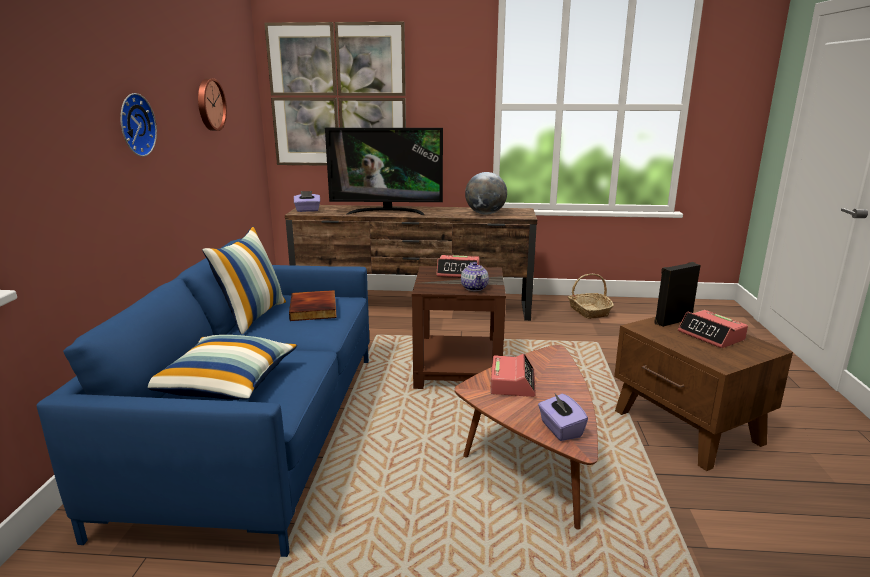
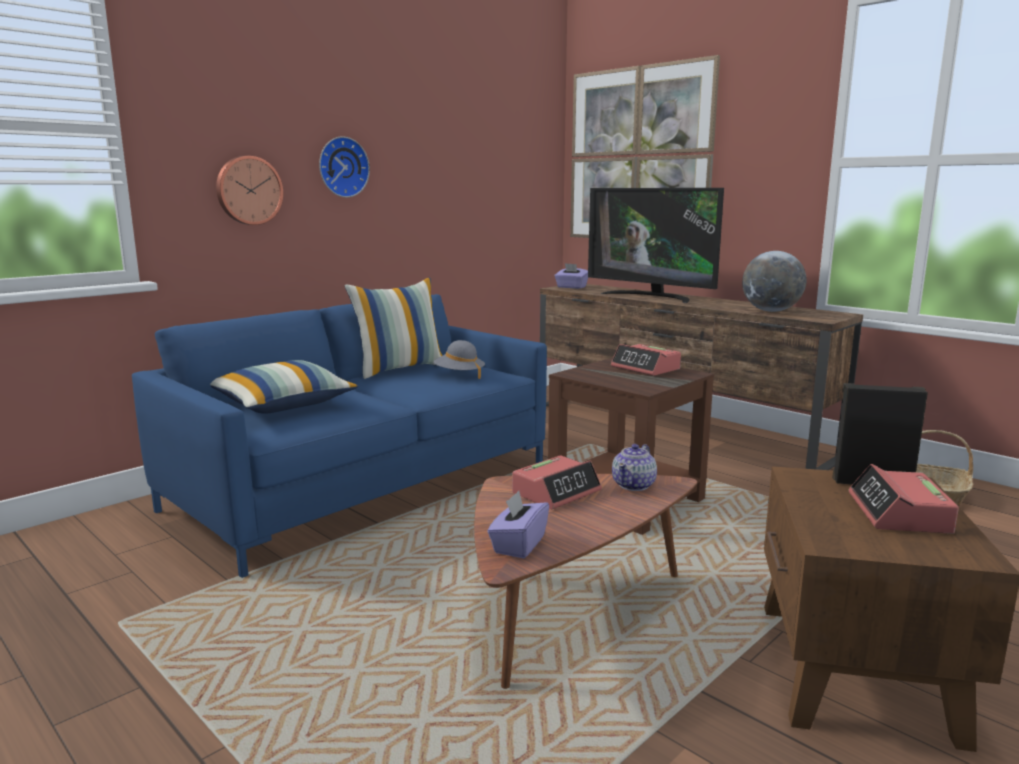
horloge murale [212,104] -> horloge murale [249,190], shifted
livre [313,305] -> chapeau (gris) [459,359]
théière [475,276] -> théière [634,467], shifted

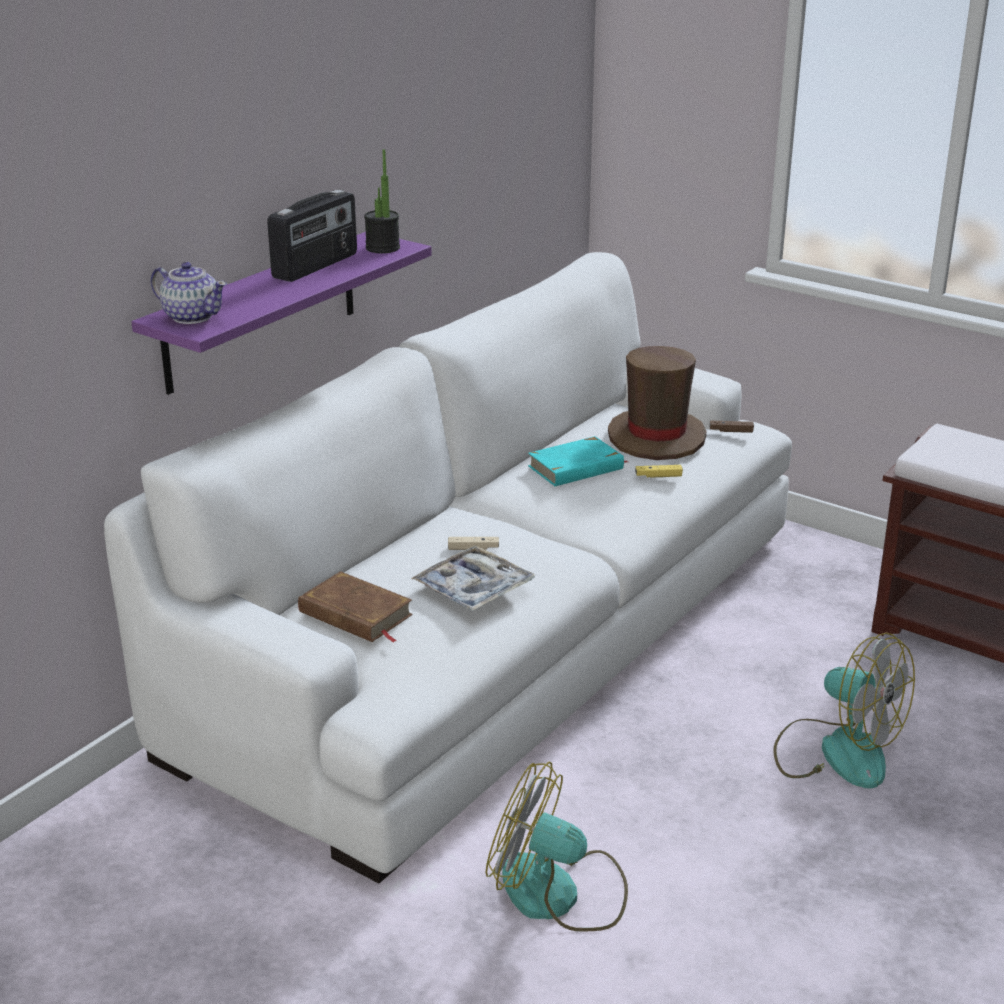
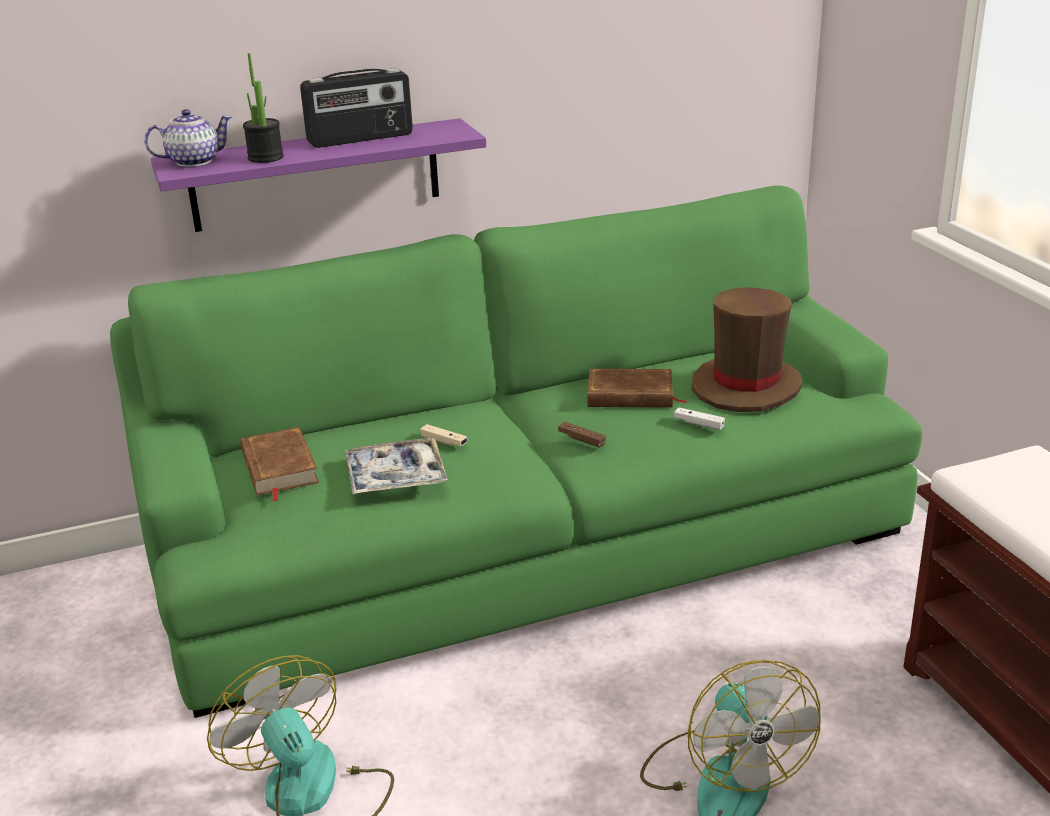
canapé (blanc) [448,567] -> canapé (vert) [516,451]
théière [189,293] -> théière [188,138], 90 degrees counterclockwise
plante en pot [382,201] -> plante en pot [263,108], shifted
livre (turquoise) [578,461] -> livre (marron) [637,388]
manette (jaune) [659,471] -> manette (blanc) [699,418]
manette (marron) [731,427] -> manette (marron) [582,434], shifted

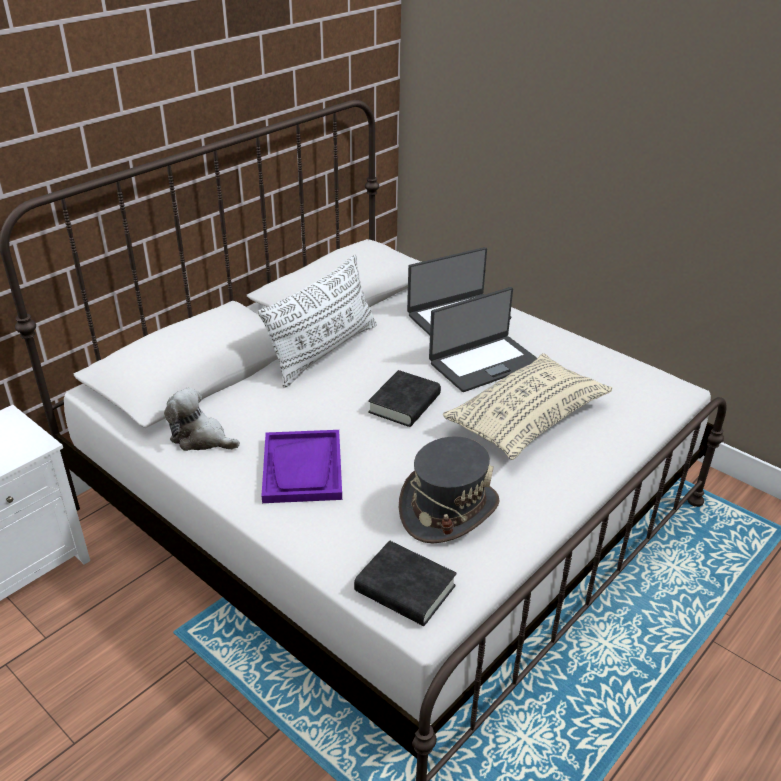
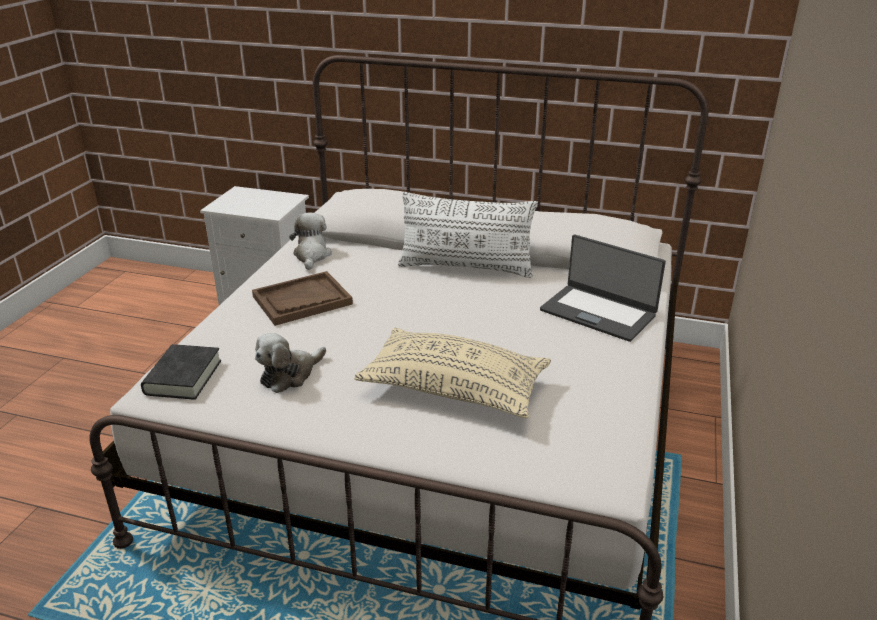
plateau (violet) [301,466] -> plateau (marron) [302,298]
livre (noir) [404,398] -> none
chapeau (gris) [449,489] -> peluche [290,363]
ordinateur portable [483,339] -> none

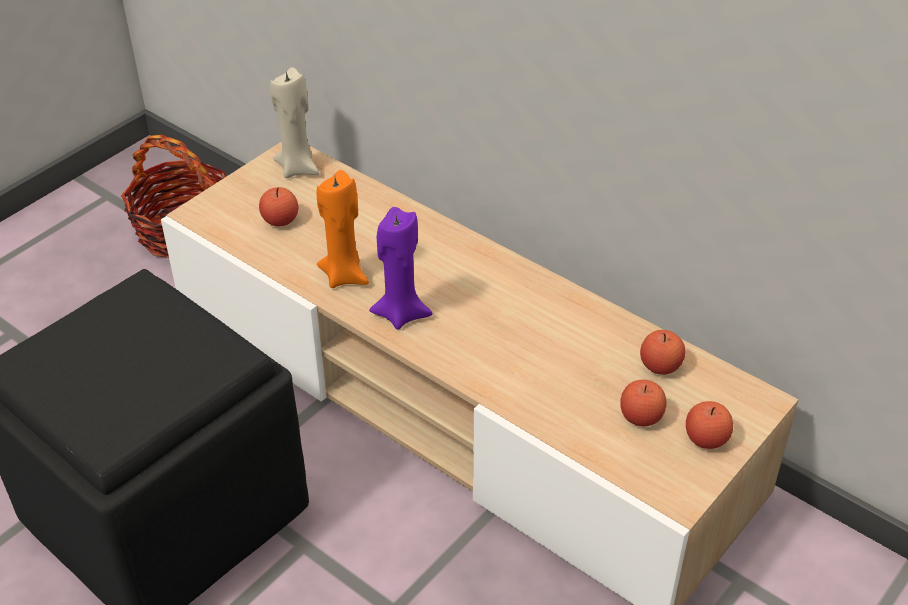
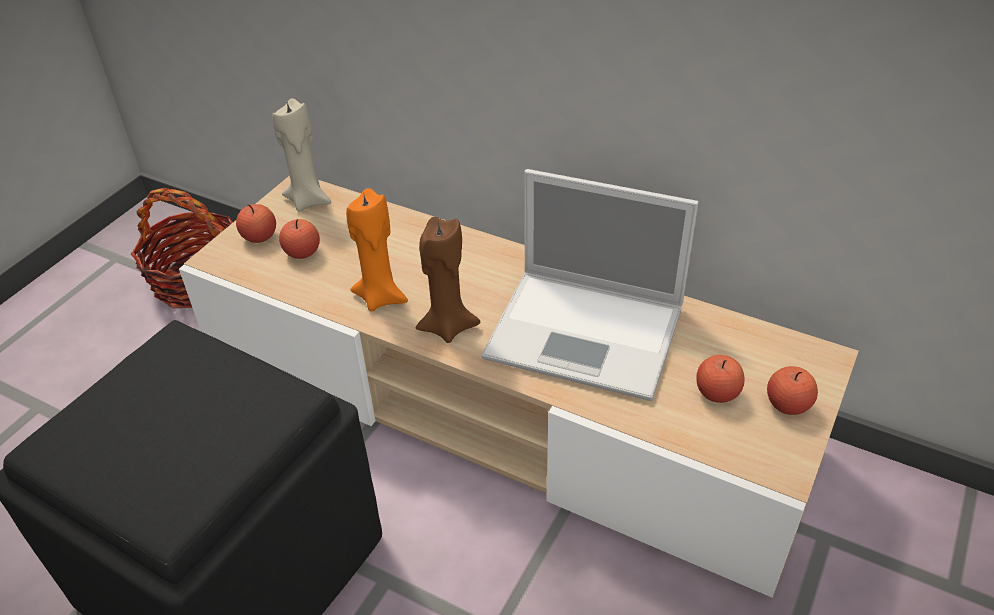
bougie (violet) [401,268] -> bougie (marron) [448,280]
pomme [662,352] -> pomme [256,223], shifted
none -> ordinateur portable [590,285]

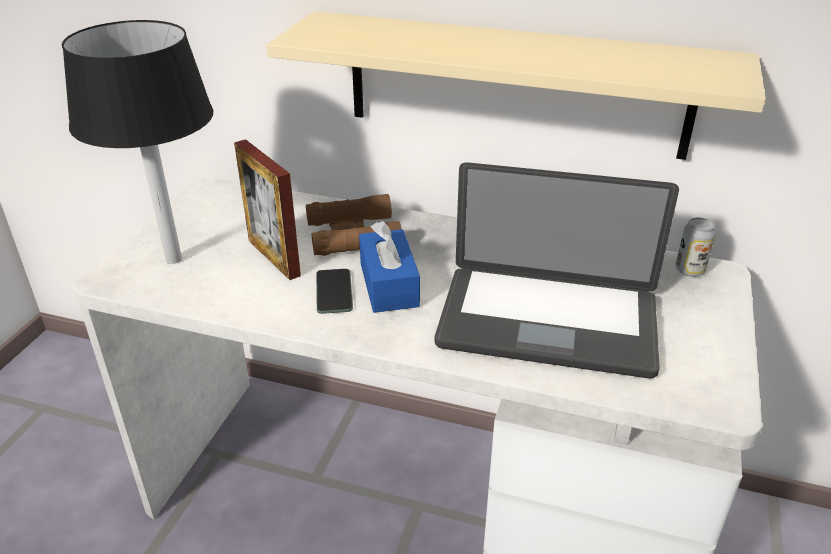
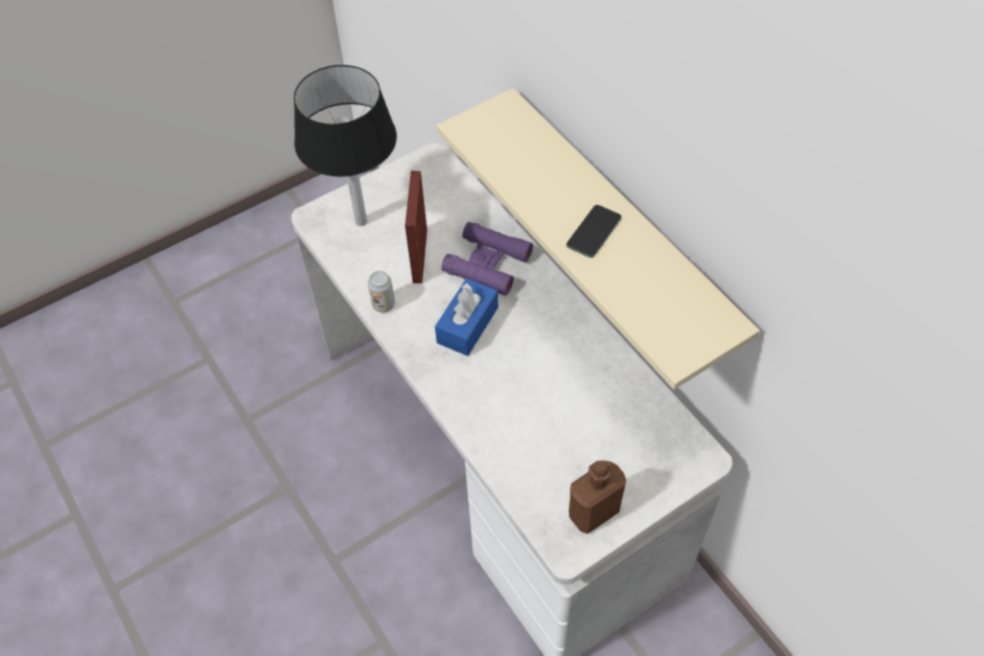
jumelles (marron) [353,225] -> jumelles (violet) [487,259]
téléphone [334,291] -> téléphone [594,231], shifted
ordinateur portable [556,270] -> none
boîte métallique [695,247] -> boîte métallique [381,292], shifted
none -> bouteille (marron) [597,497]

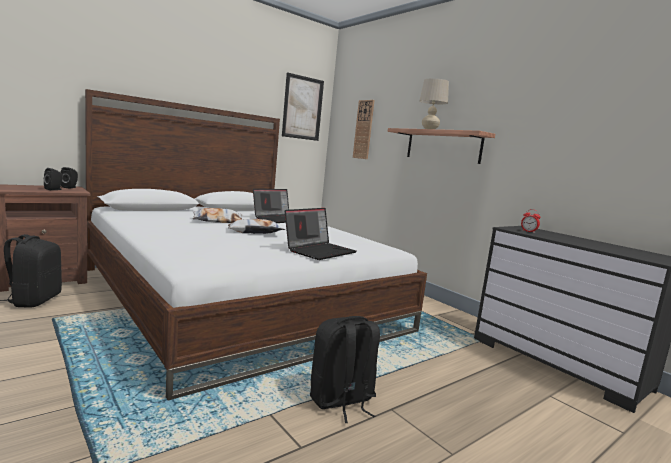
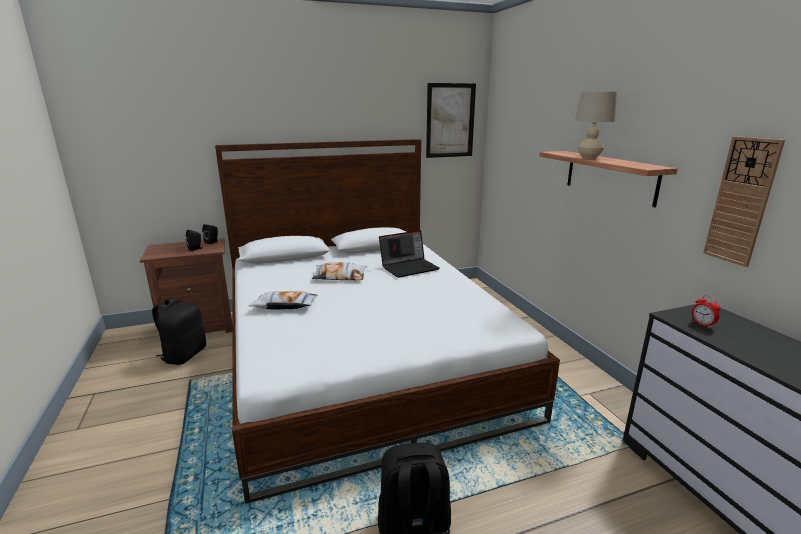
coussin [256,226] -> coussin [283,300], shifted
ordinateur portable [321,234] -> none
horloge murale [363,129] -> horloge murale [744,201], shifted

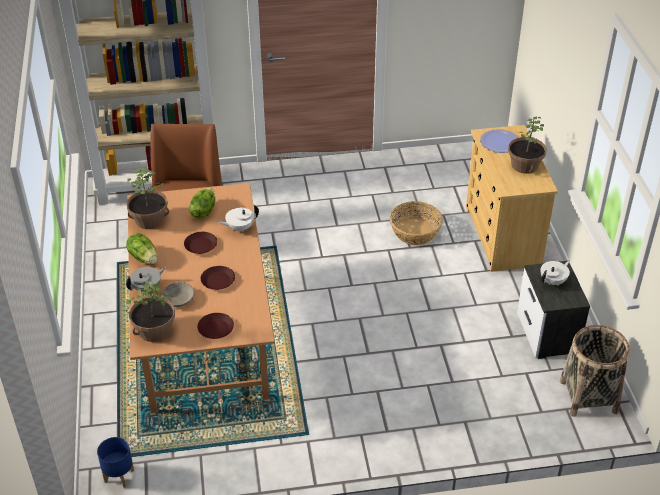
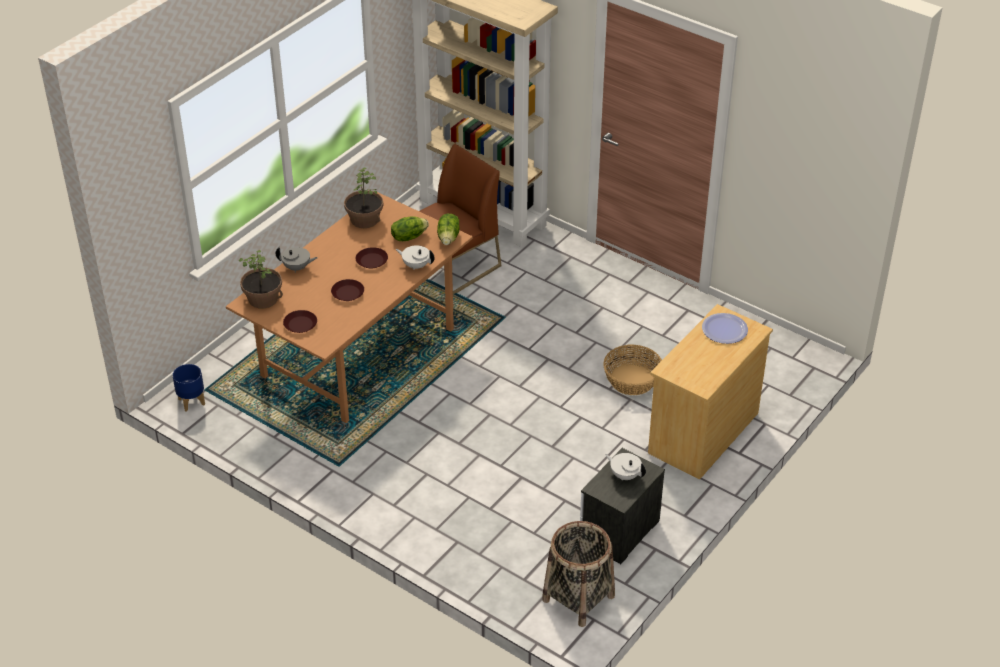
laitue [141,248] -> laitue [448,229], shifted
bol (gris) [178,294] -> none
plante en pot [527,145] -> none
théière (blanc) [555,273] -> théière (blanc) [625,466], 150 degrees counterclockwise

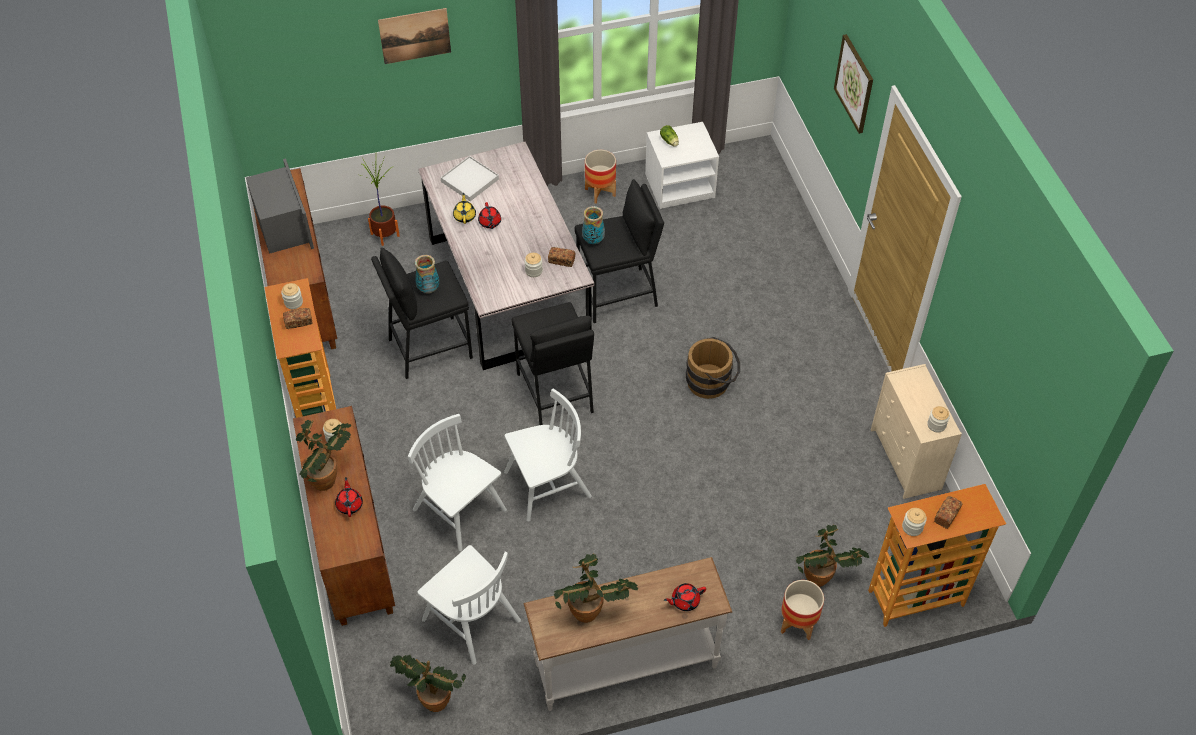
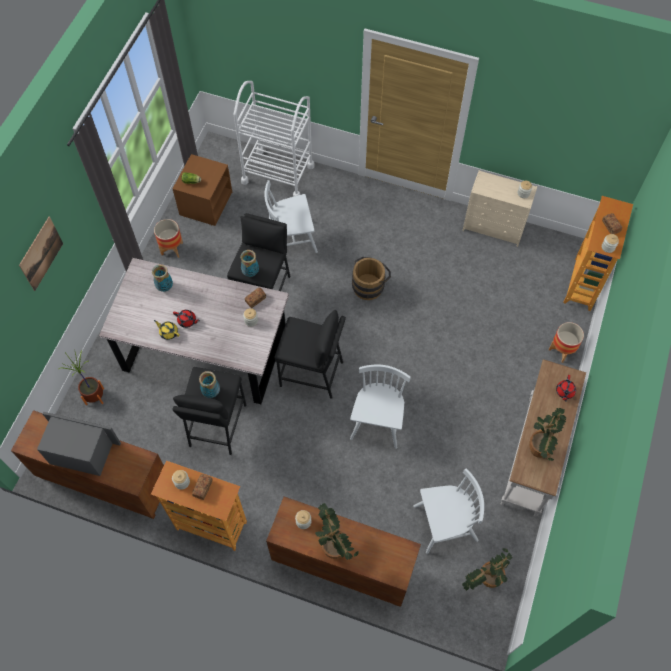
théière (rouge) [349,497] -> none
chaise (blanc) [457,482] -> chaise (blanc) [291,216], shifted
plateau (blanc) [469,178] -> none
table de chevet (blanc) [682,165] -> table de chevet (marron) [202,190]
plante en pot [833,555] -> none
tableau [853,84] -> none
none -> vase [162,278]
none -> chariot (blanc) [274,139]

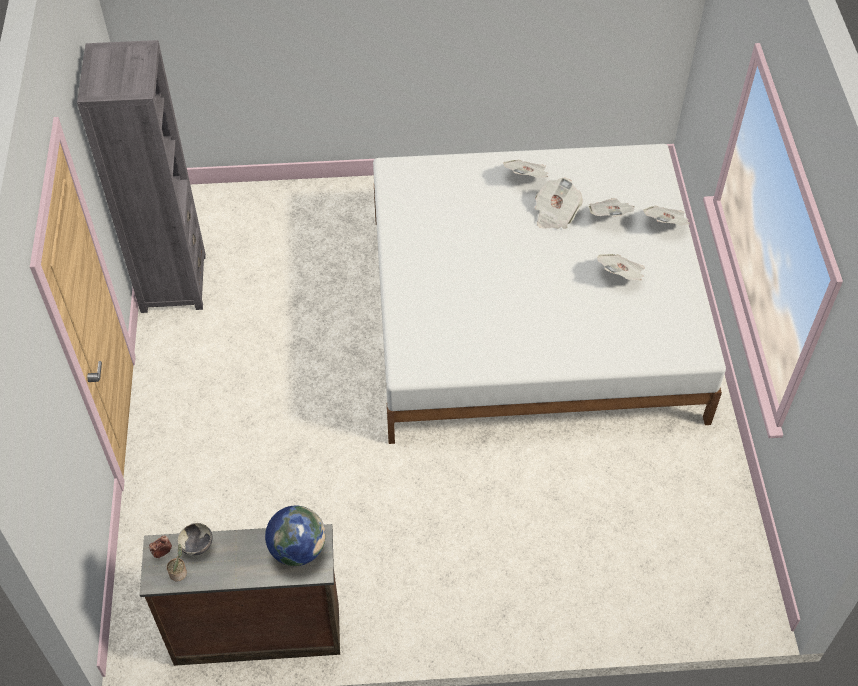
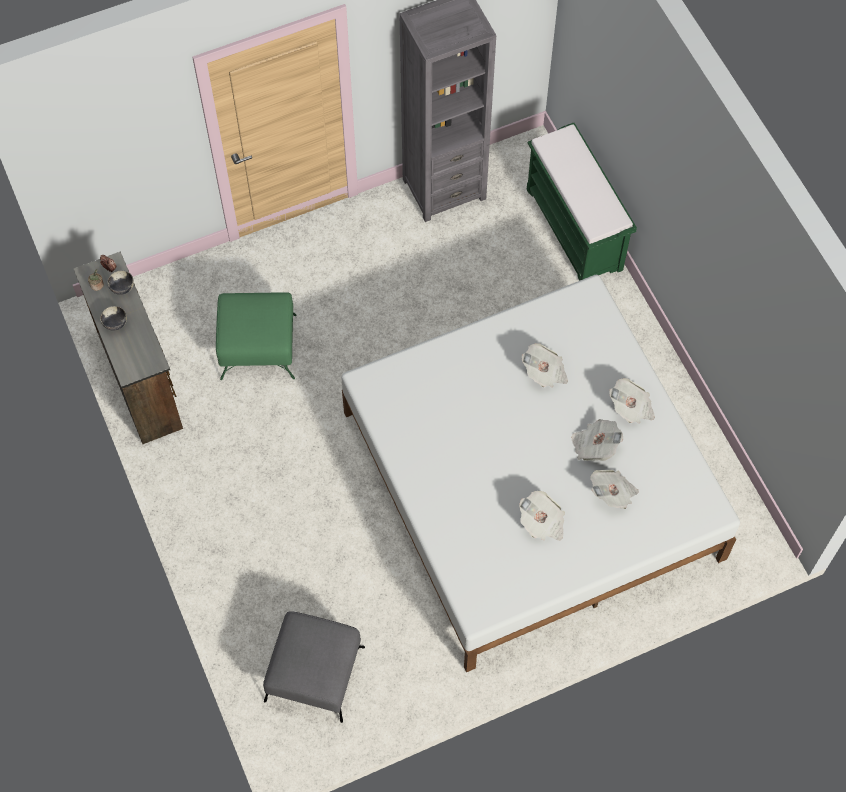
globe [295,536] -> none
journal [666,215] -> journal [545,365], shifted
none -> bol [113,318]
none -> pouf (vert) [256,336]
none -> pouf (gris) [314,667]
none -> banc (vert) [582,202]

